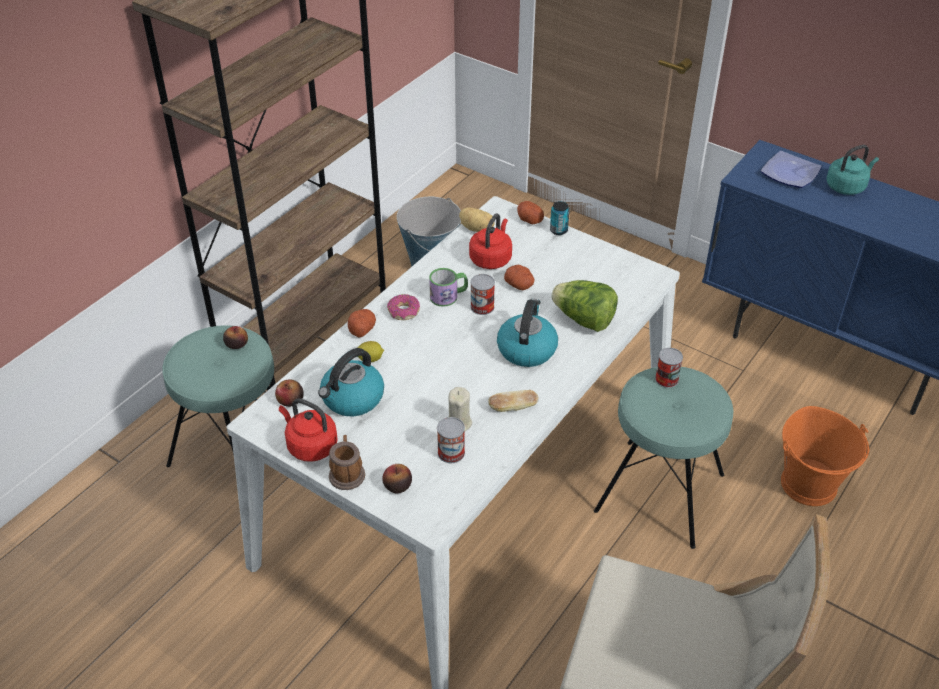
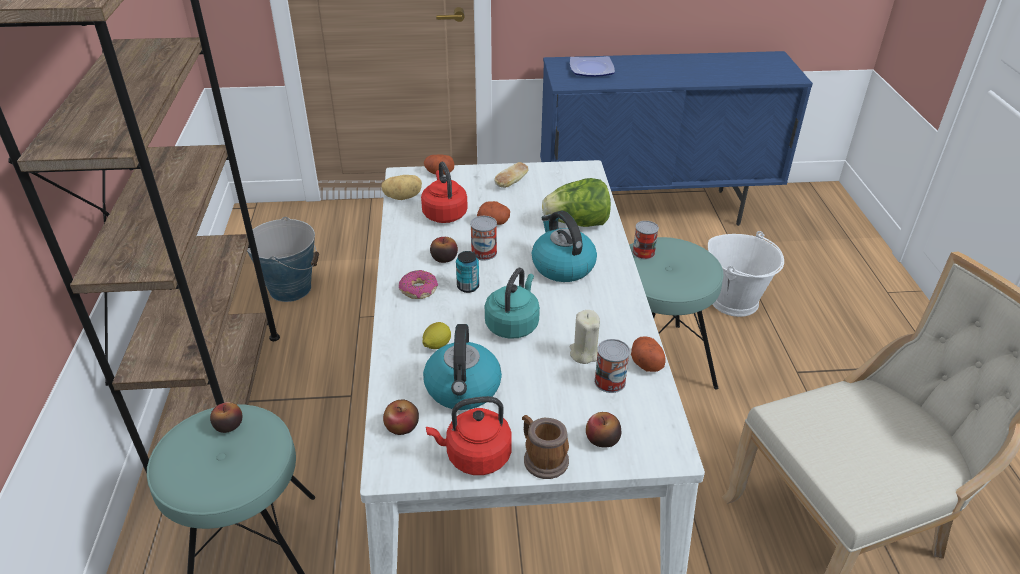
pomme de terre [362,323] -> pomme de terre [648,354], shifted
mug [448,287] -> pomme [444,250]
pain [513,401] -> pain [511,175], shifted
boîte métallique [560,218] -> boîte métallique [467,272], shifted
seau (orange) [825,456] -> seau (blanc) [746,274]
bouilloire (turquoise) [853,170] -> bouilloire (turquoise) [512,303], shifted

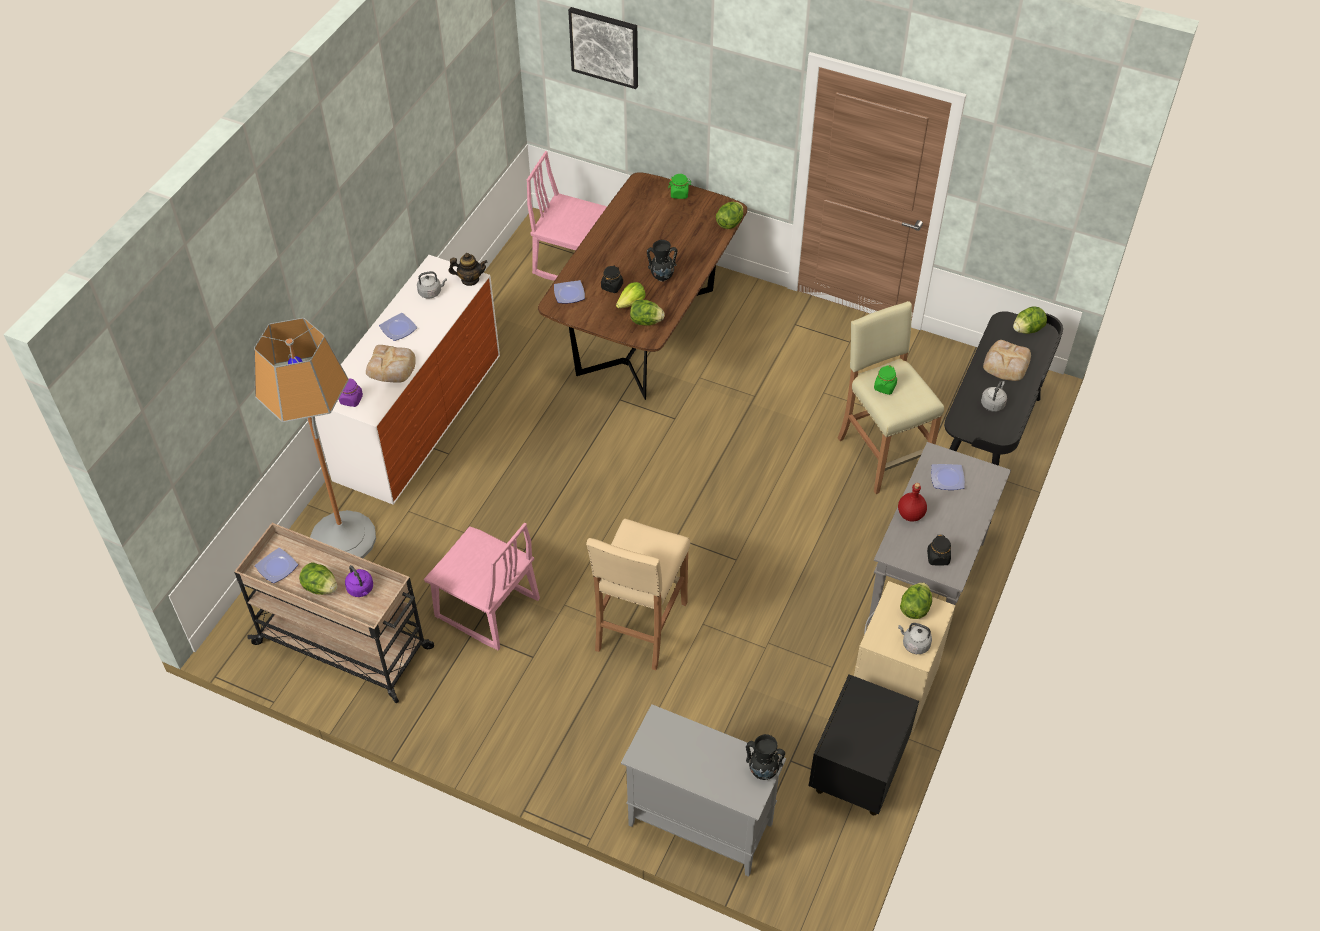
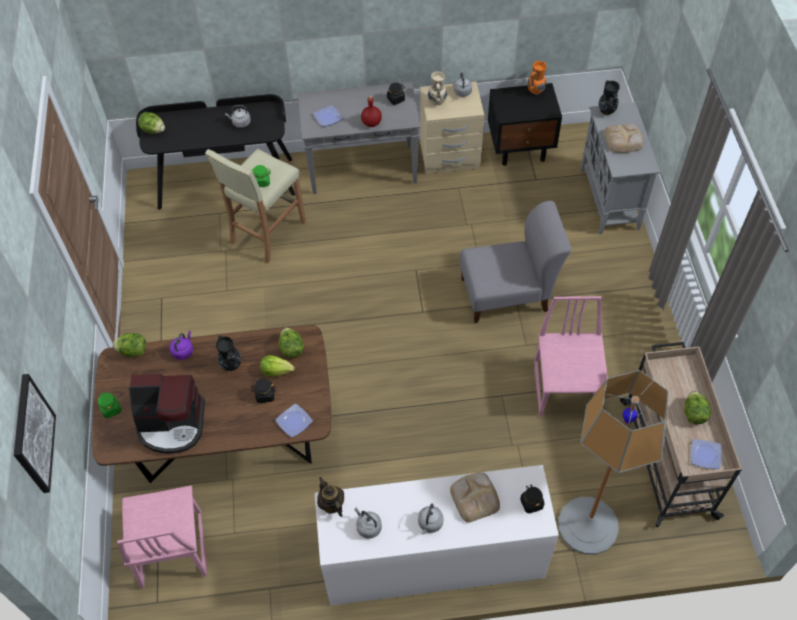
bocal (violet) [351,392] -> bocal (noir) [532,499]
bouilloire (violet) [359,581] -> bouilloire (violet) [181,345], shifted
assiette [398,327] -> bouilloire (gris) [430,519]
tabouret (beige) [638,594] -> chaise (gris) [516,262]
laitue [916,601] -> vase (beige) [437,88]
pain [1007,360] -> pain [623,138], shifted
none -> machine à café [167,414]
none -> vase (orange) [537,78]

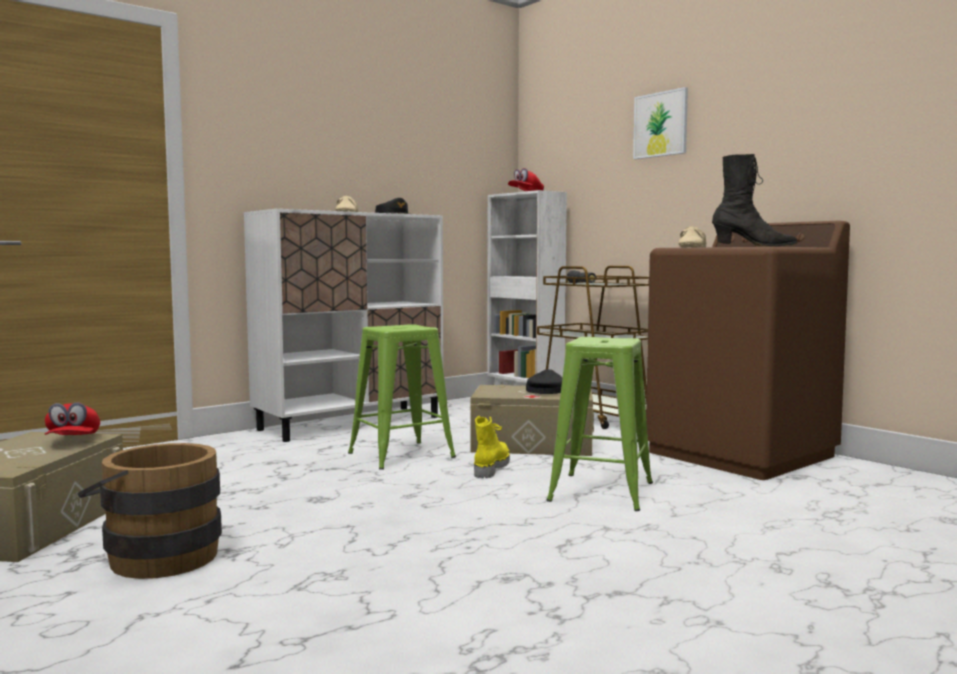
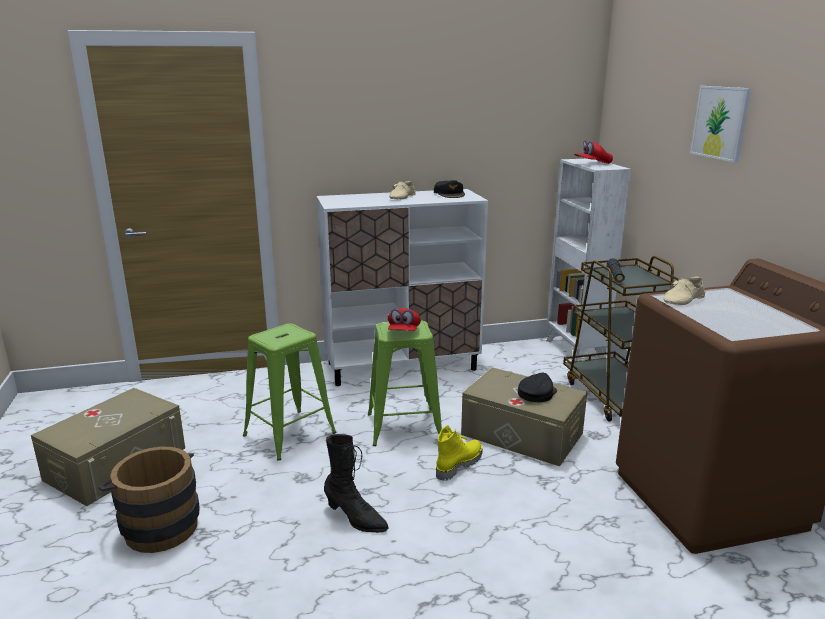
casquette (rouge) [72,418] -> casquette (rouge) [404,319], shifted
tabouret (vert) [600,424] -> tabouret (vert) [289,391], shifted
botte (noir) [755,200] -> botte (noir) [356,483], shifted

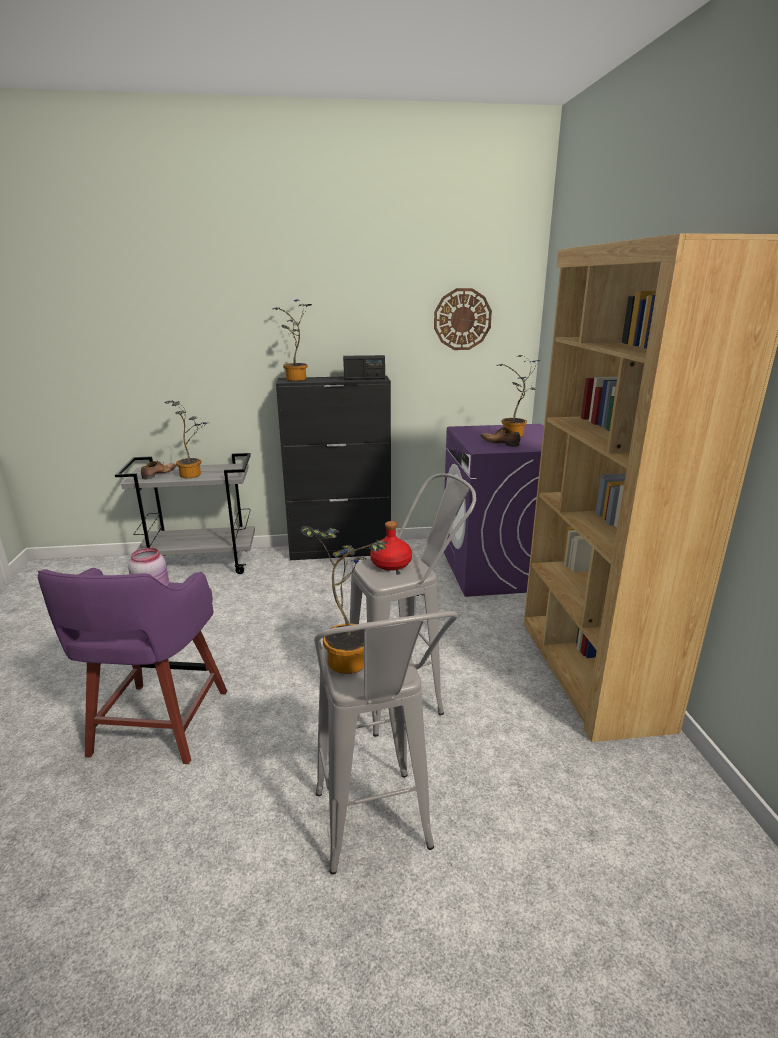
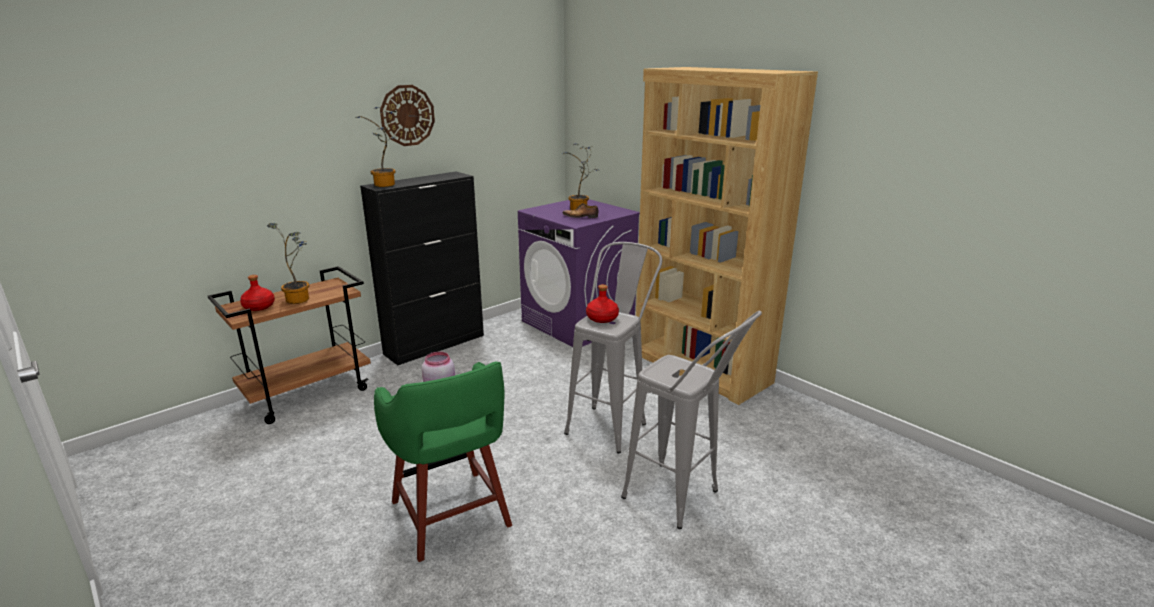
tabouret (violet) [132,666] -> tabouret (vert) [443,462]
chariot (gris) [185,513] -> chariot (marron) [289,345]
chaussure [158,470] -> bouteille (rouge) [257,293]
plante en pot [344,600] -> none
radio [364,367] -> none
horloge murale [463,319] -> horloge murale [407,115], shifted

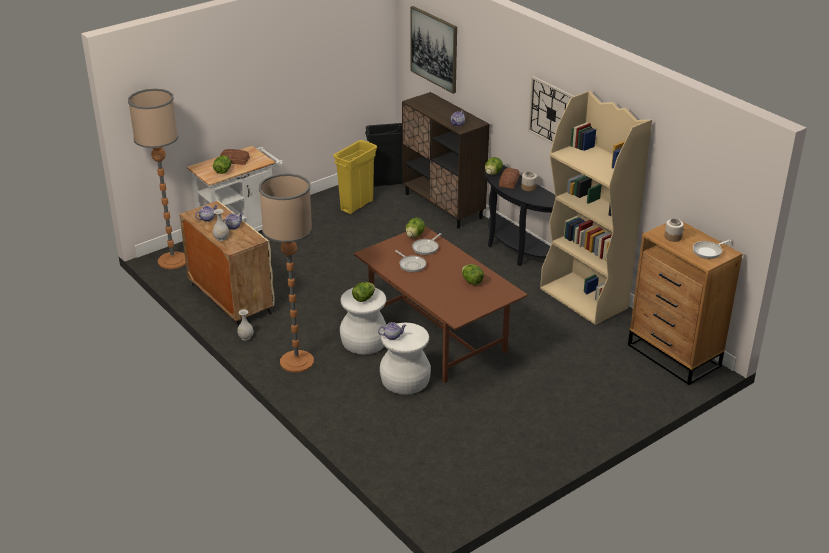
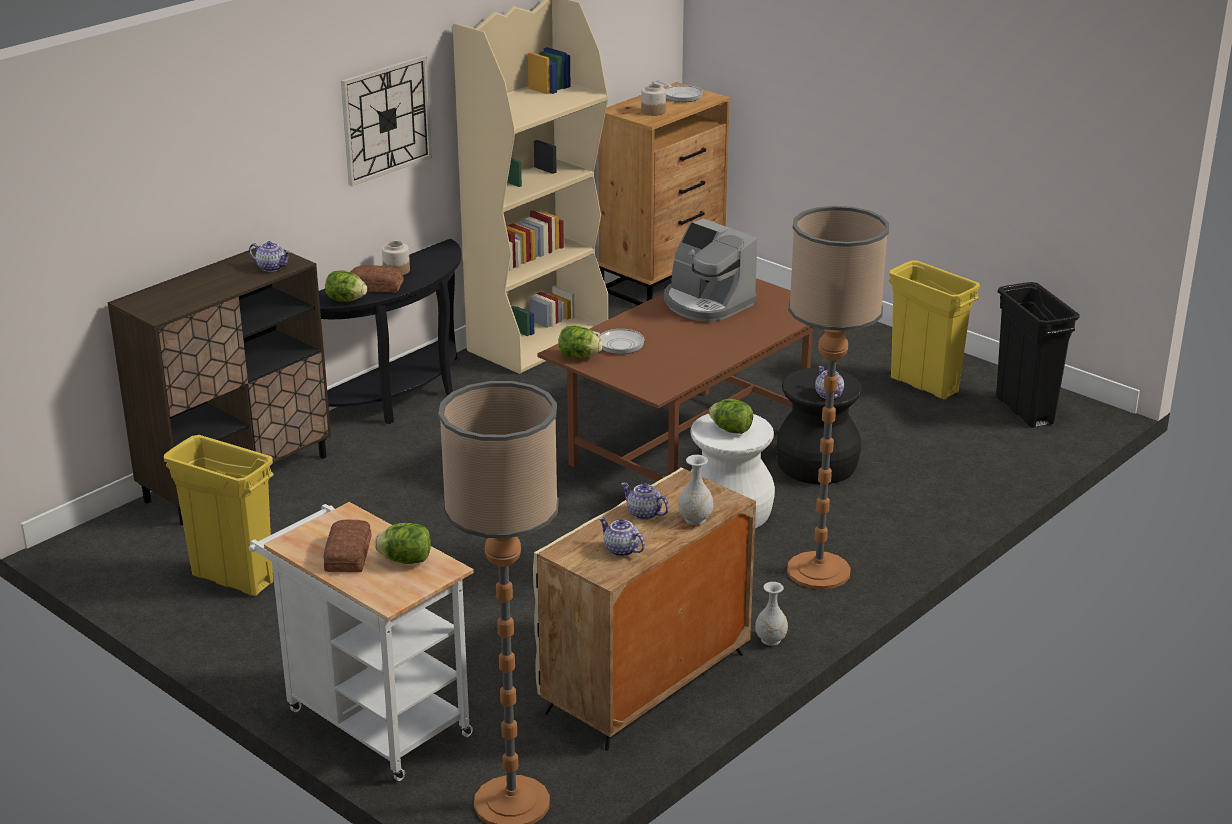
poubelle (noir) [383,155] -> poubelle (noir) [1038,355], shifted
tabouret (blanc) [405,359] -> tabouret (noir) [819,426]
poêle [410,261] -> none
tableau [433,50] -> none
laitue [473,274] -> machine à café [710,270]
none -> poubelle (jaune) [934,330]

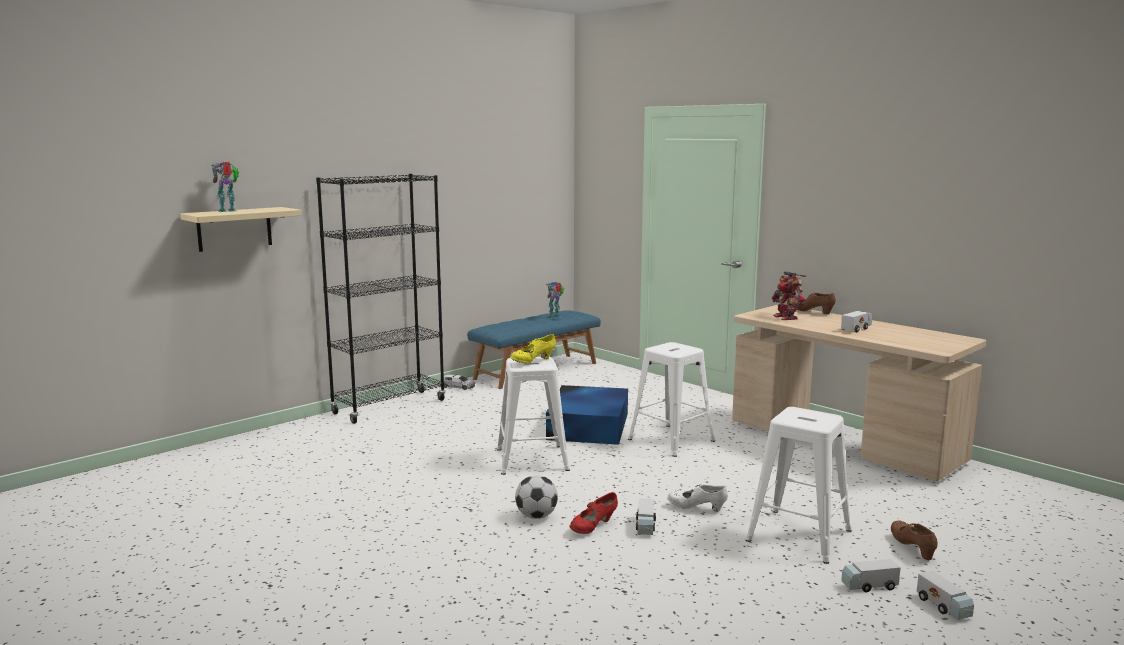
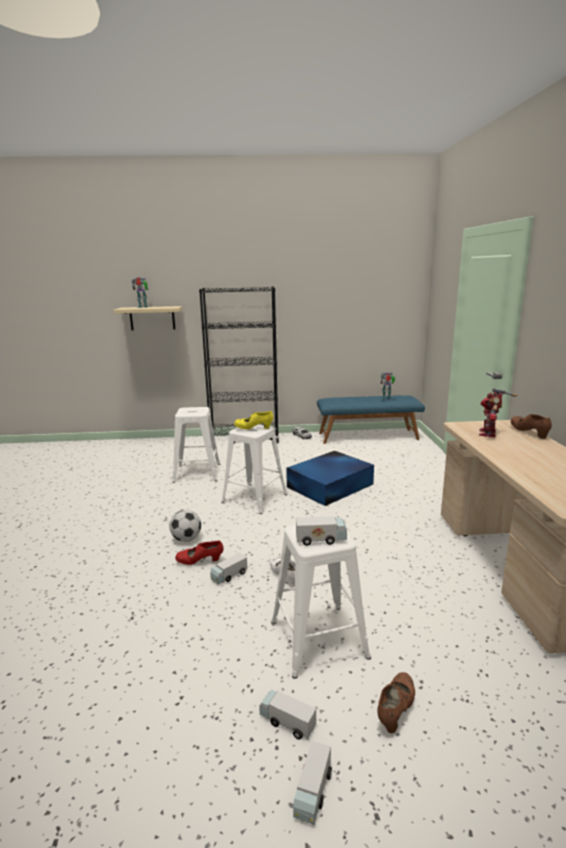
tabouret (blanc) [671,399] -> tabouret (blanc) [196,445], shifted
camion jouet [856,321] -> camion jouet [321,531], shifted

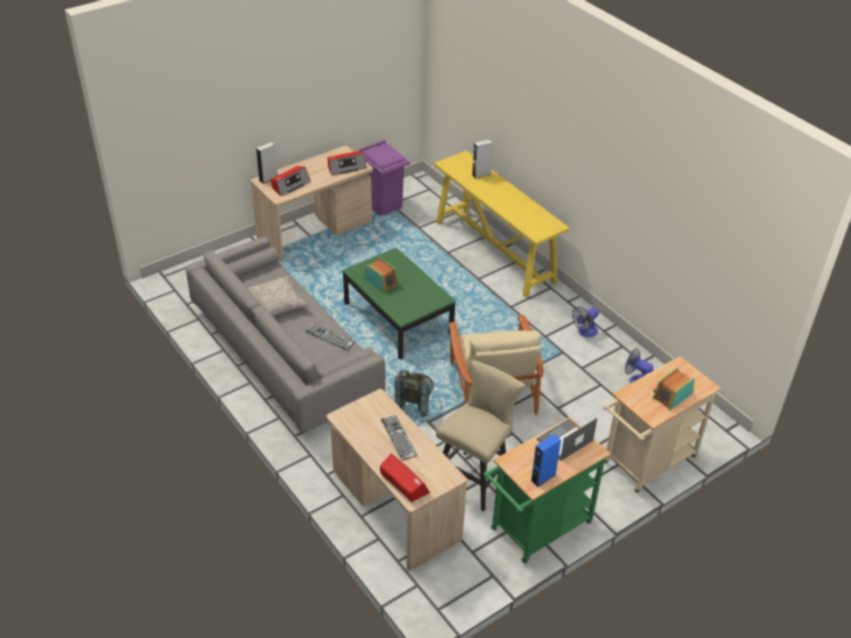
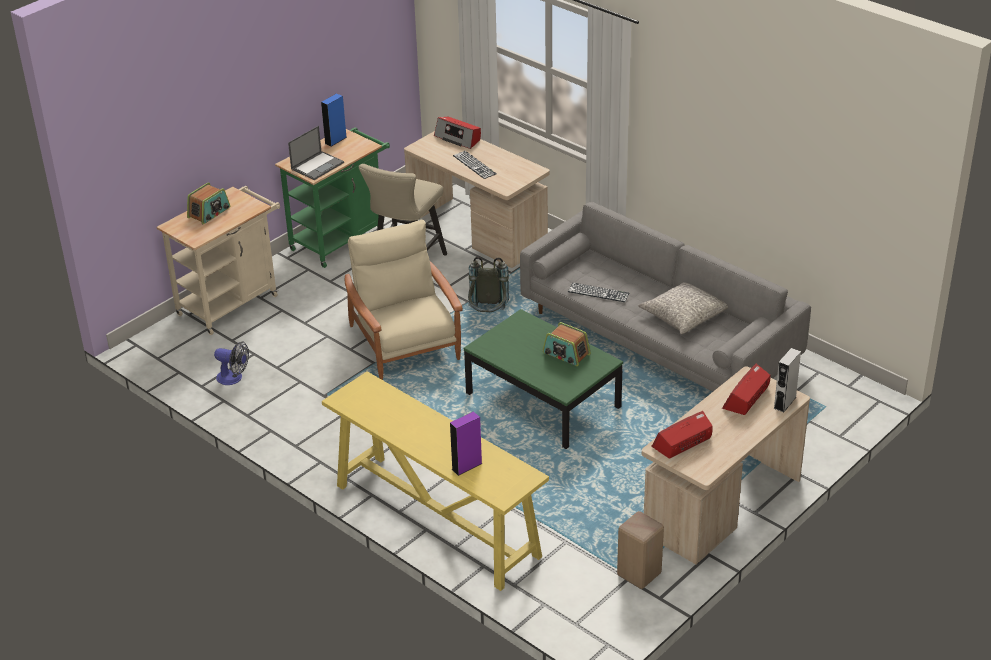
poubelle (violet) [384,177] -> tabouret (beige) [640,550]
enceinte (gris) [482,159] -> enceinte (violet) [466,443]
ventilateur [585,322] -> none

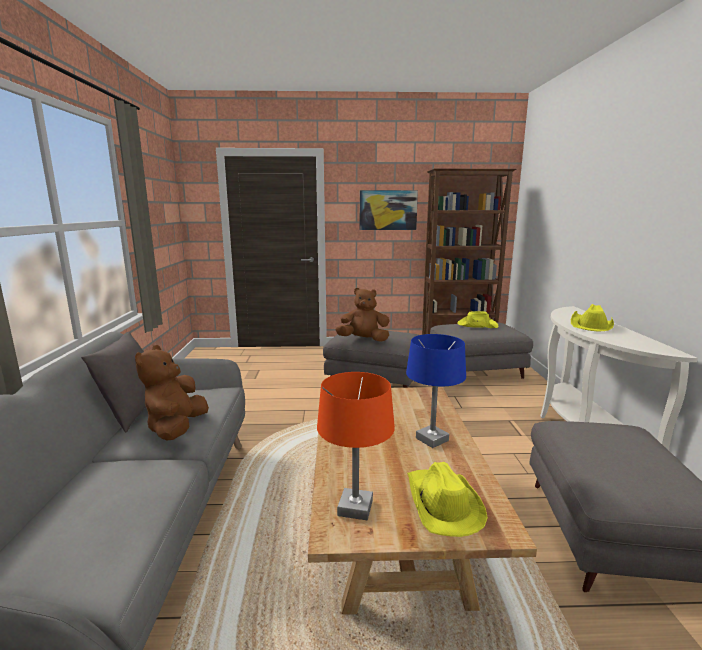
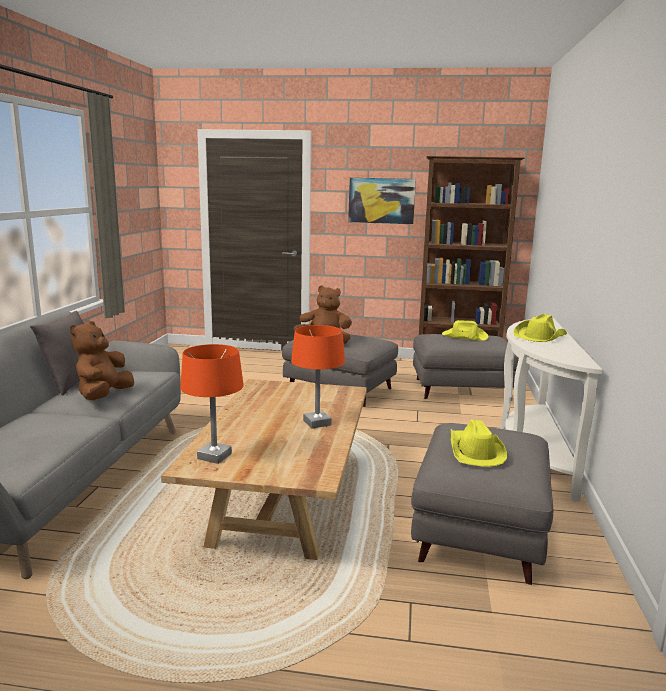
lampe de table (bleu) [436,391] -> lampe de table (orange) [318,377]
chapeau (jaune) [447,499] -> chapeau (jaune) [479,443], shifted

